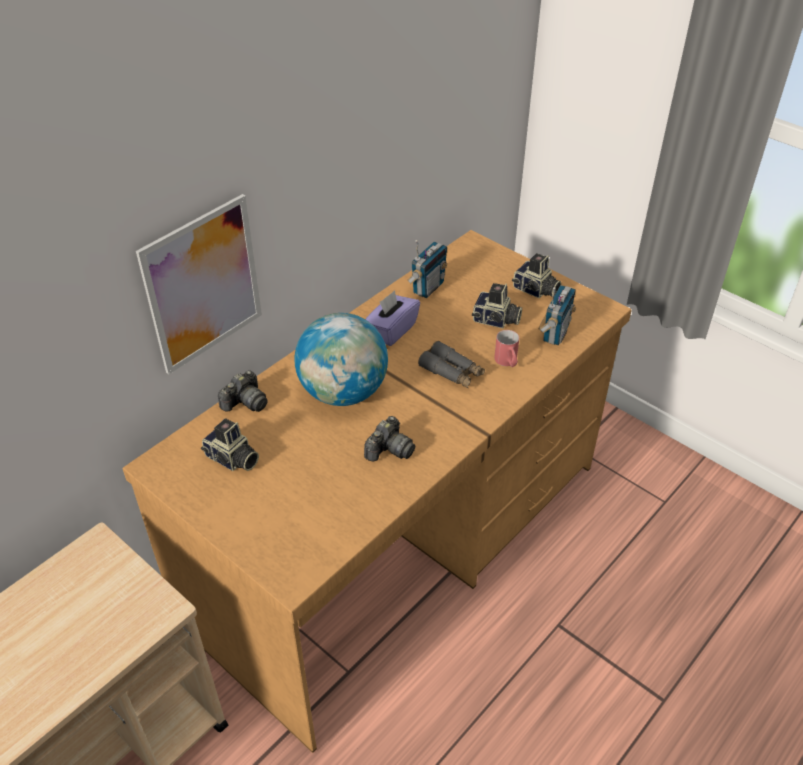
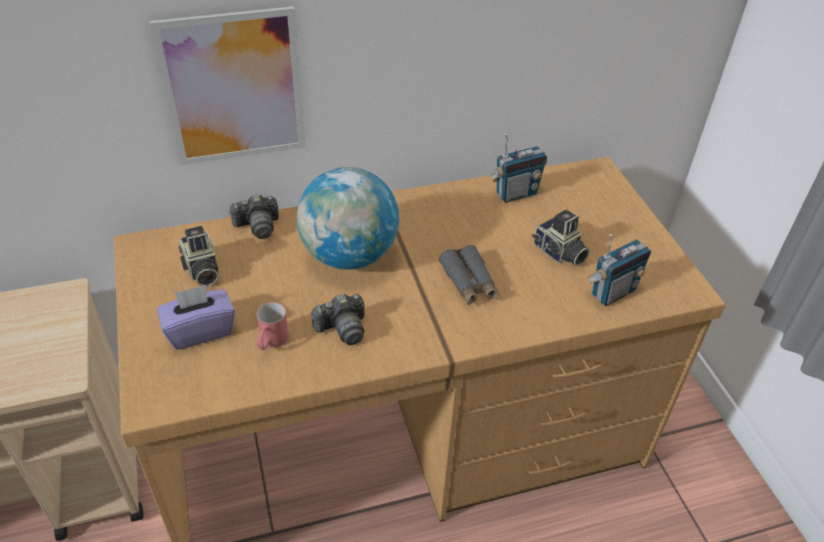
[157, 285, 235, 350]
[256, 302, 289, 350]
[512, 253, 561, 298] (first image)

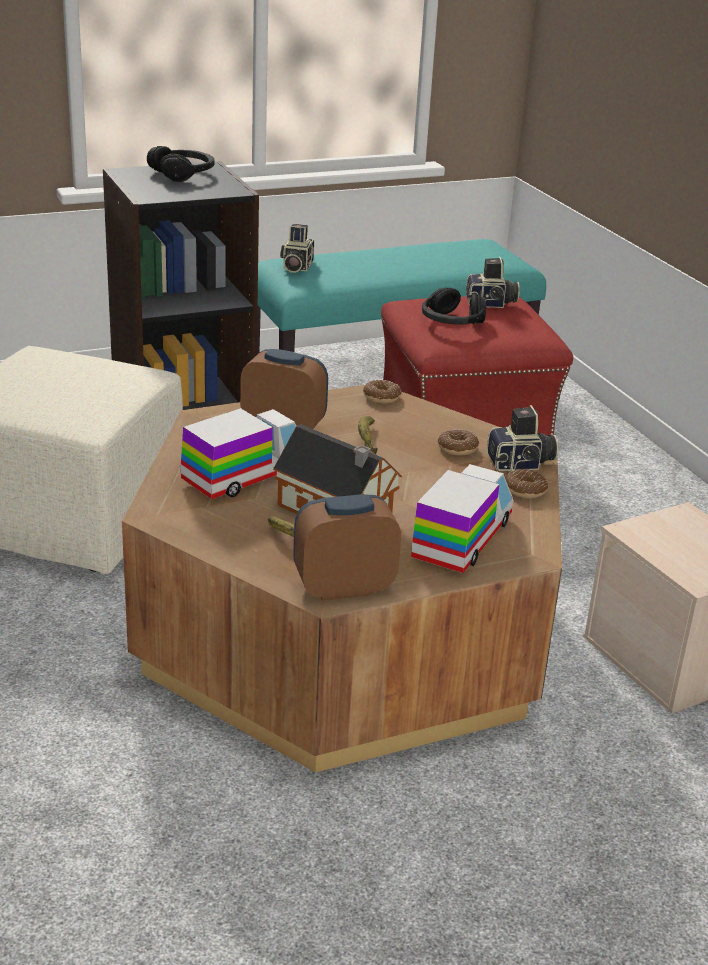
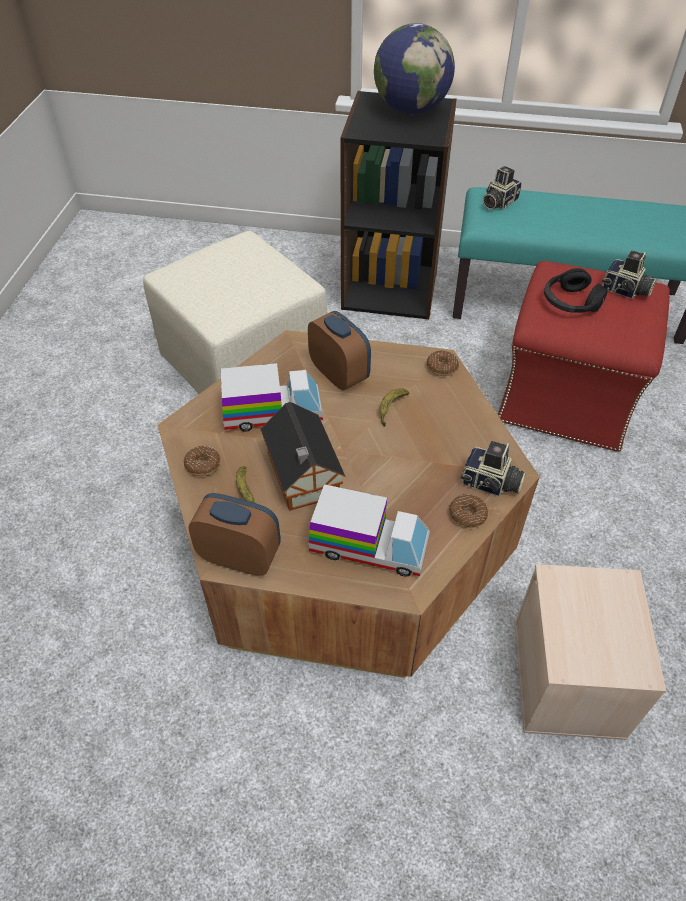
[374, 23, 455, 114]
[308, 484, 430, 577]
[184, 446, 220, 476]

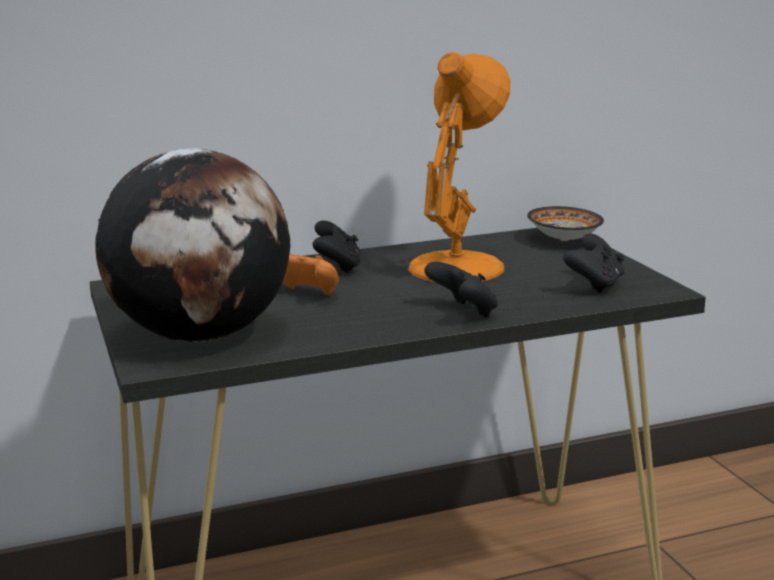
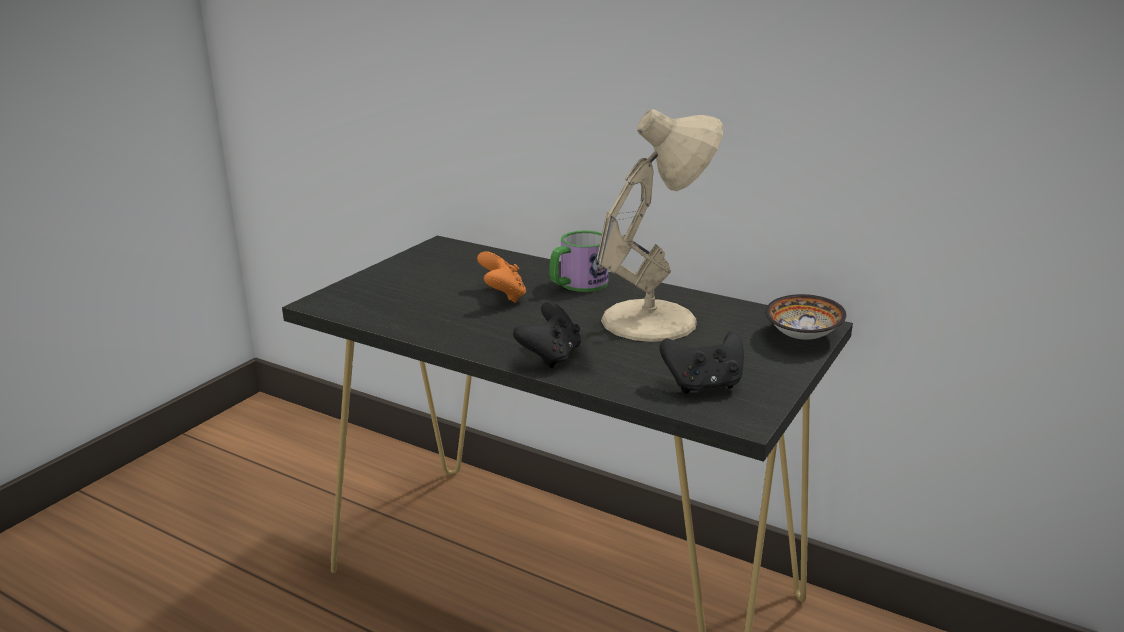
[95, 149, 291, 342] (first image)
[549, 231, 608, 292]
[597, 109, 723, 342]

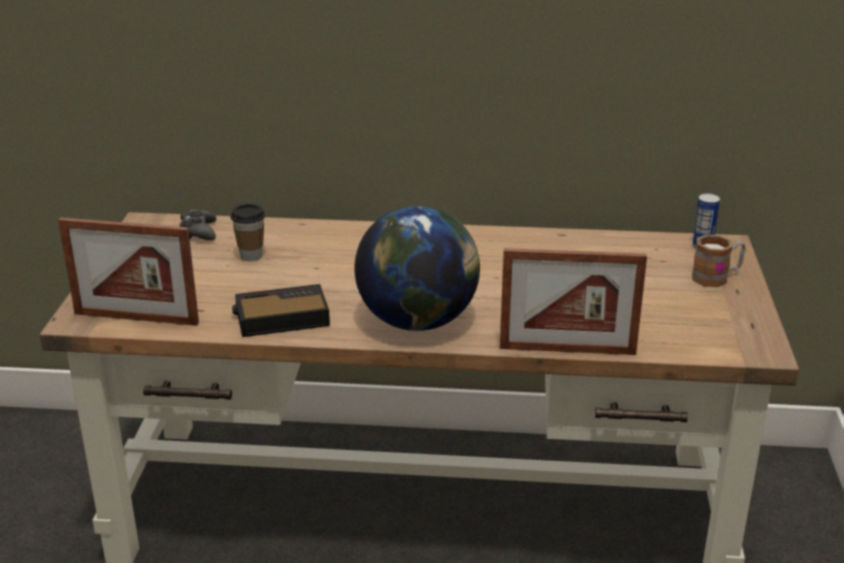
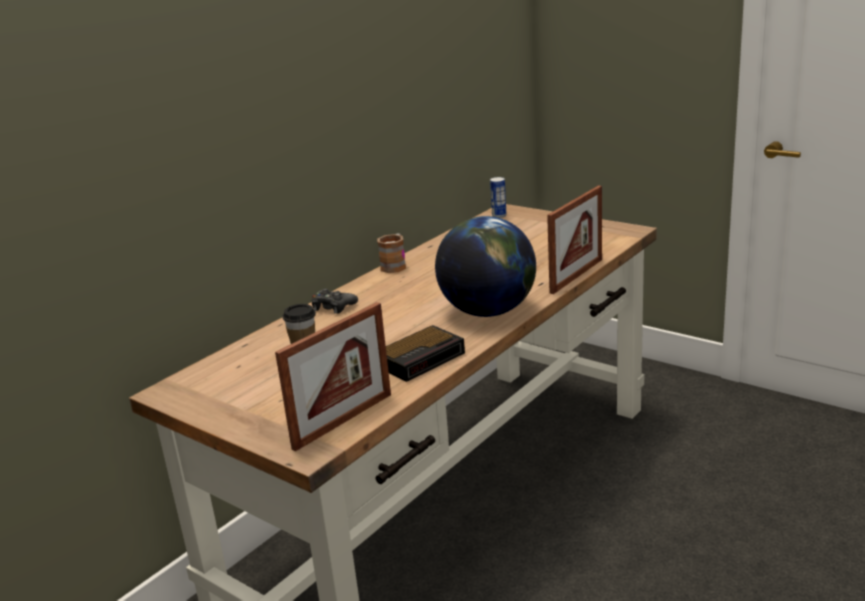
[312, 289, 358, 314]
[386, 325, 465, 382]
[377, 234, 406, 273]

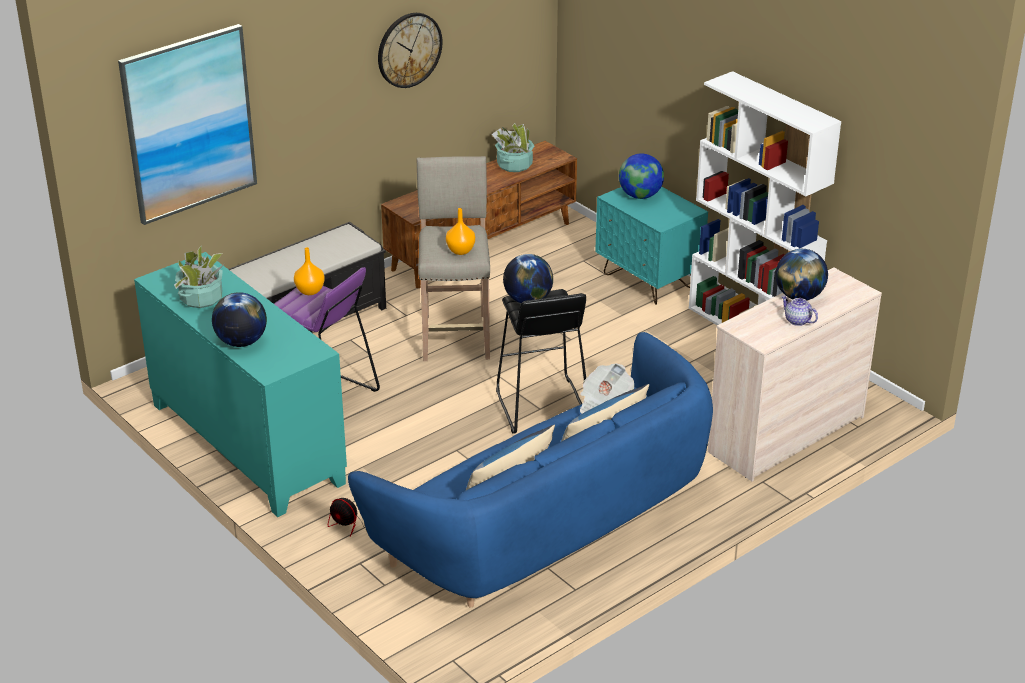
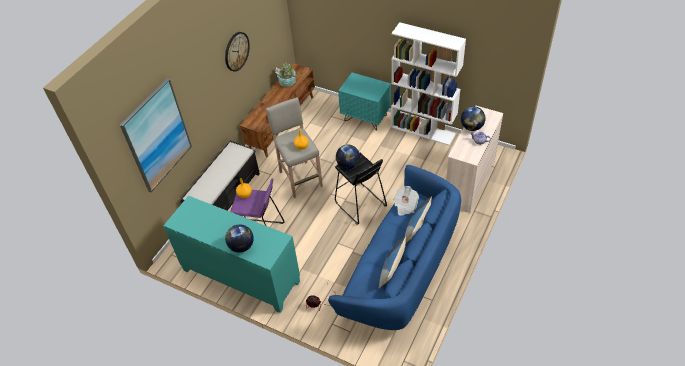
[174, 246, 225, 308] (first image)
[619, 154, 664, 199] (first image)

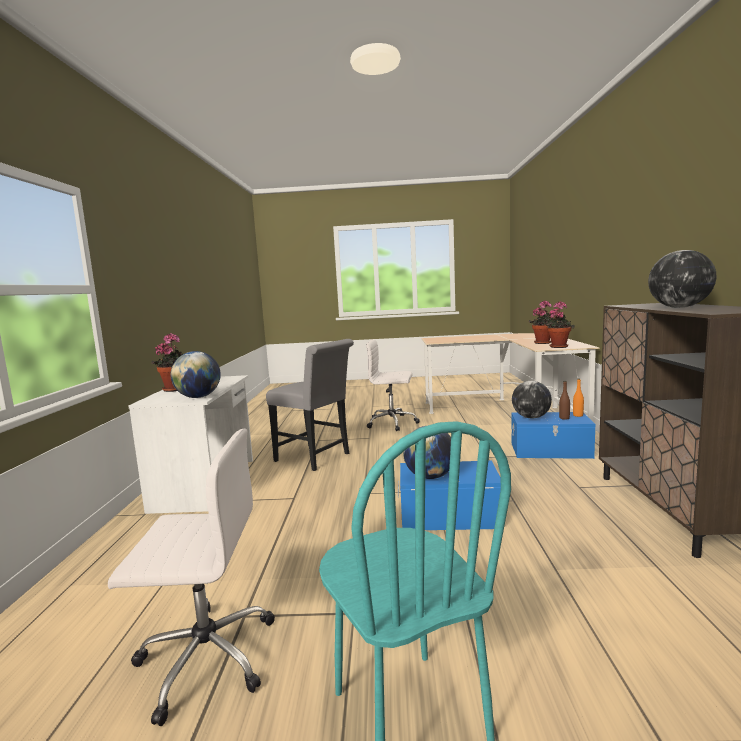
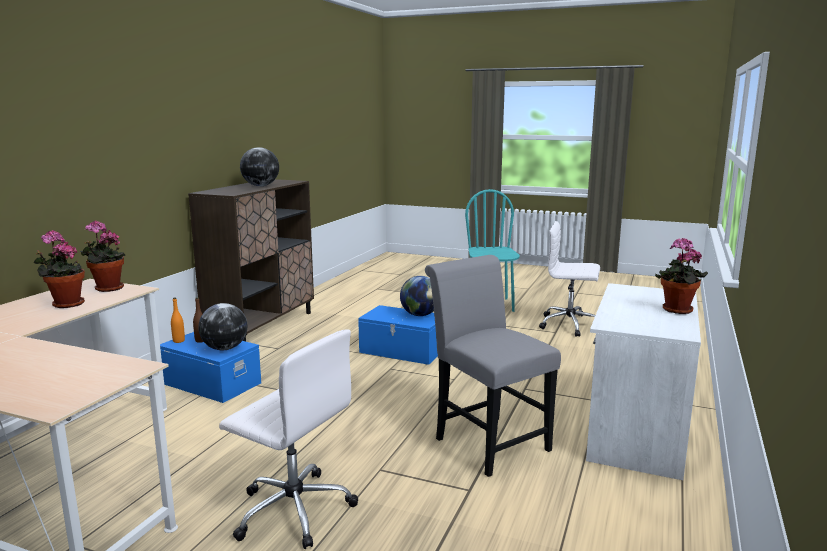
[171, 351, 221, 398] (first image)

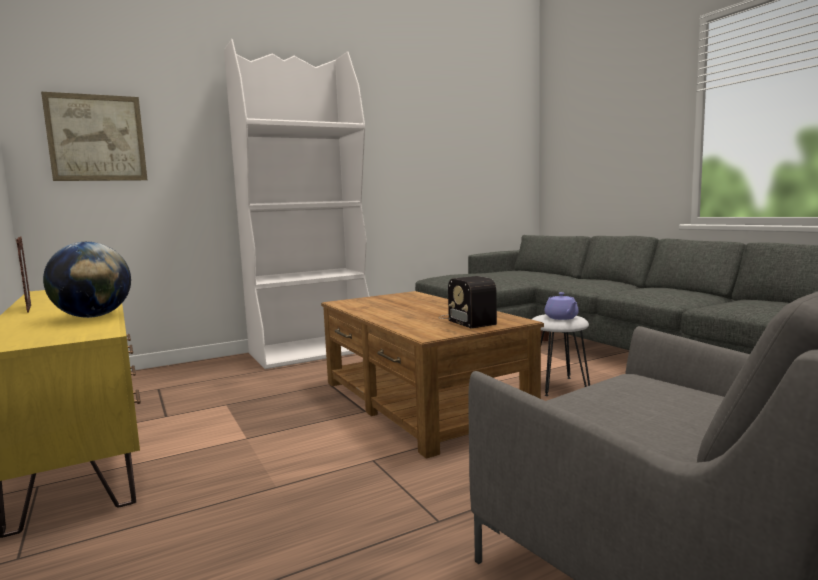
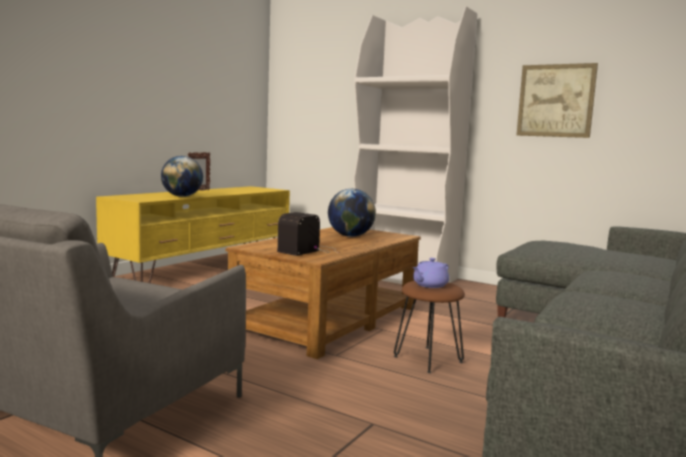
[517, 63, 598, 138]
[394, 281, 465, 373]
[328, 189, 376, 237]

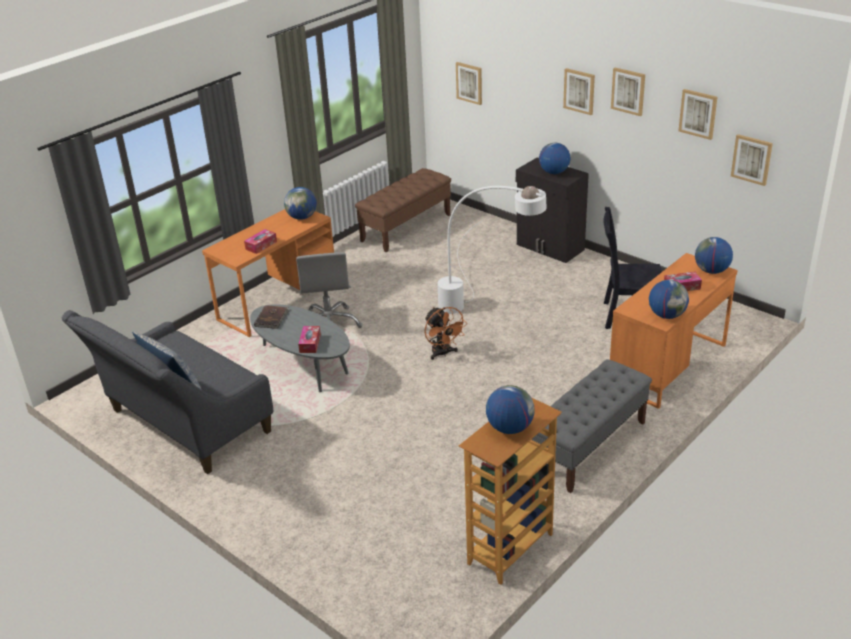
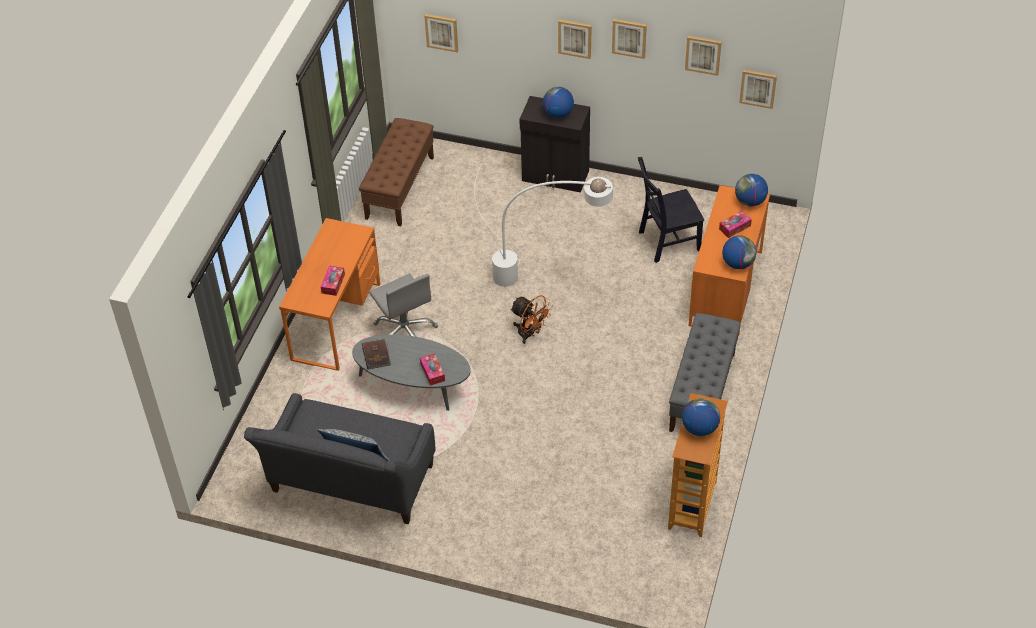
[284, 187, 317, 220] (first image)

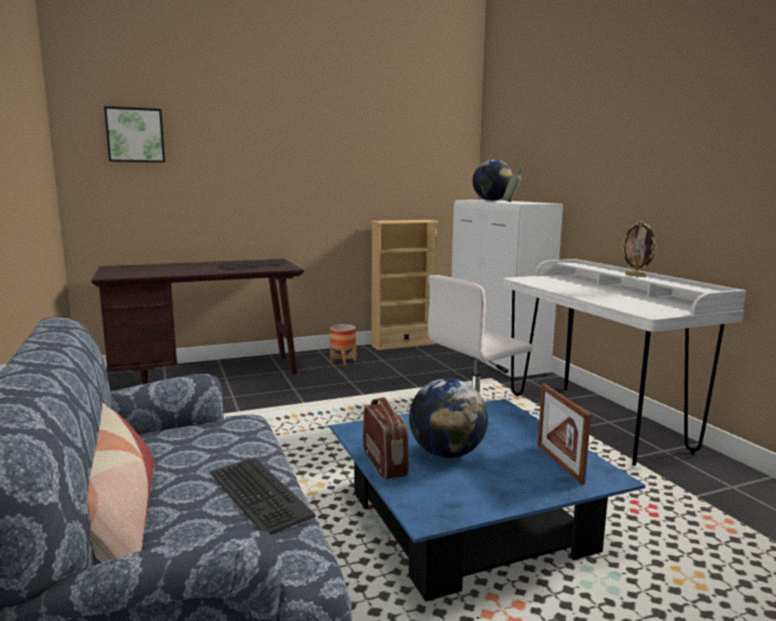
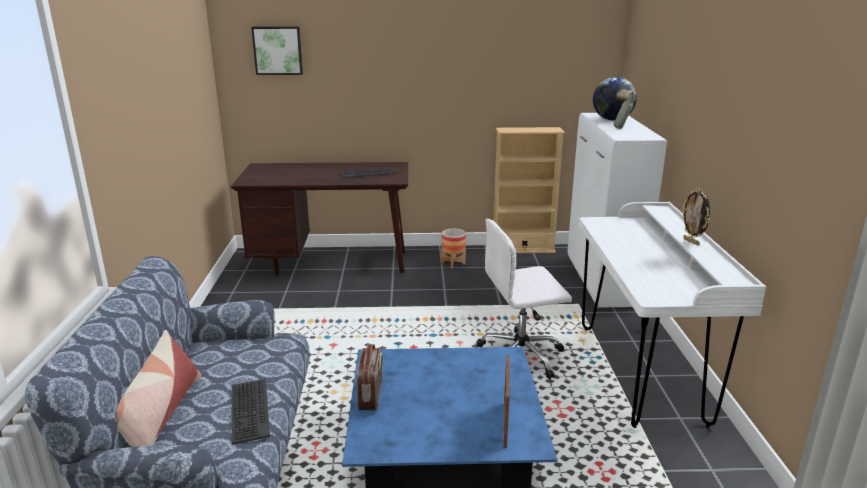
[409, 378, 488, 458] (first image)

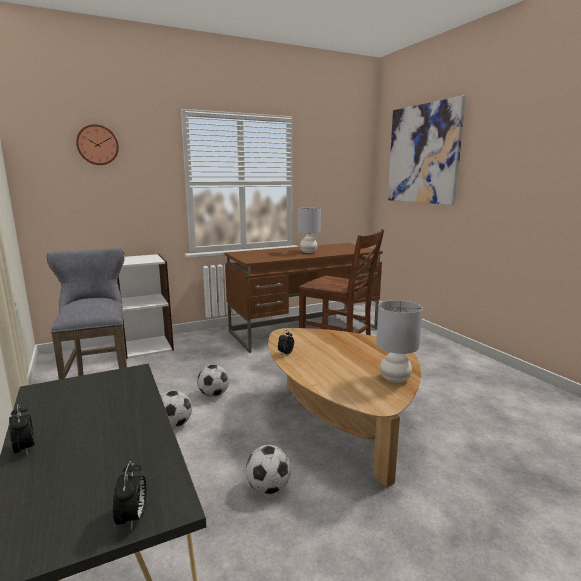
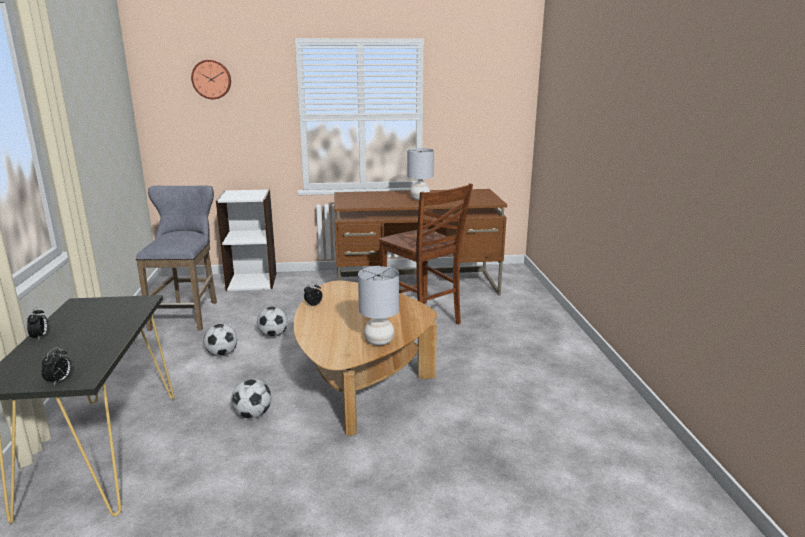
[388, 96, 466, 205] (first image)

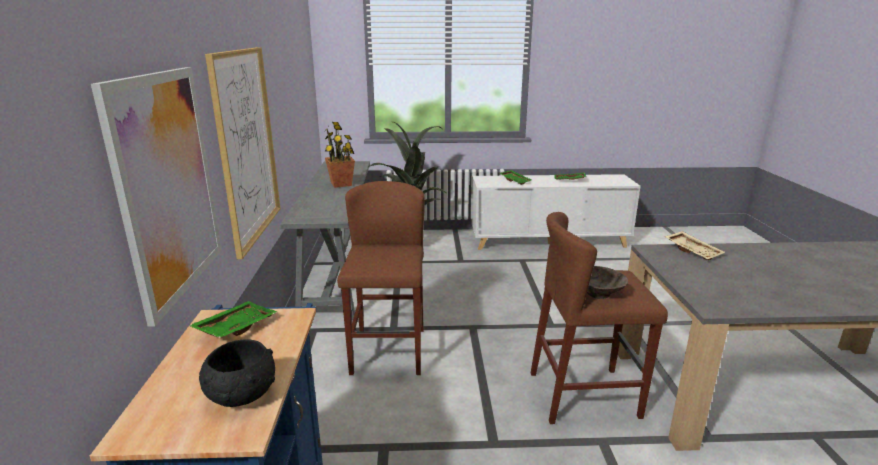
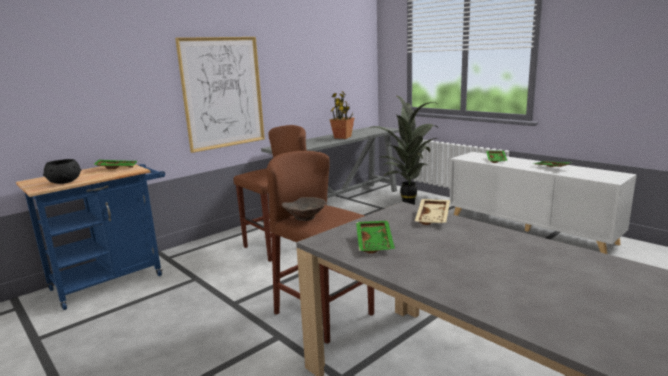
[91, 67, 222, 327] (first image)
[356, 220, 395, 253]

